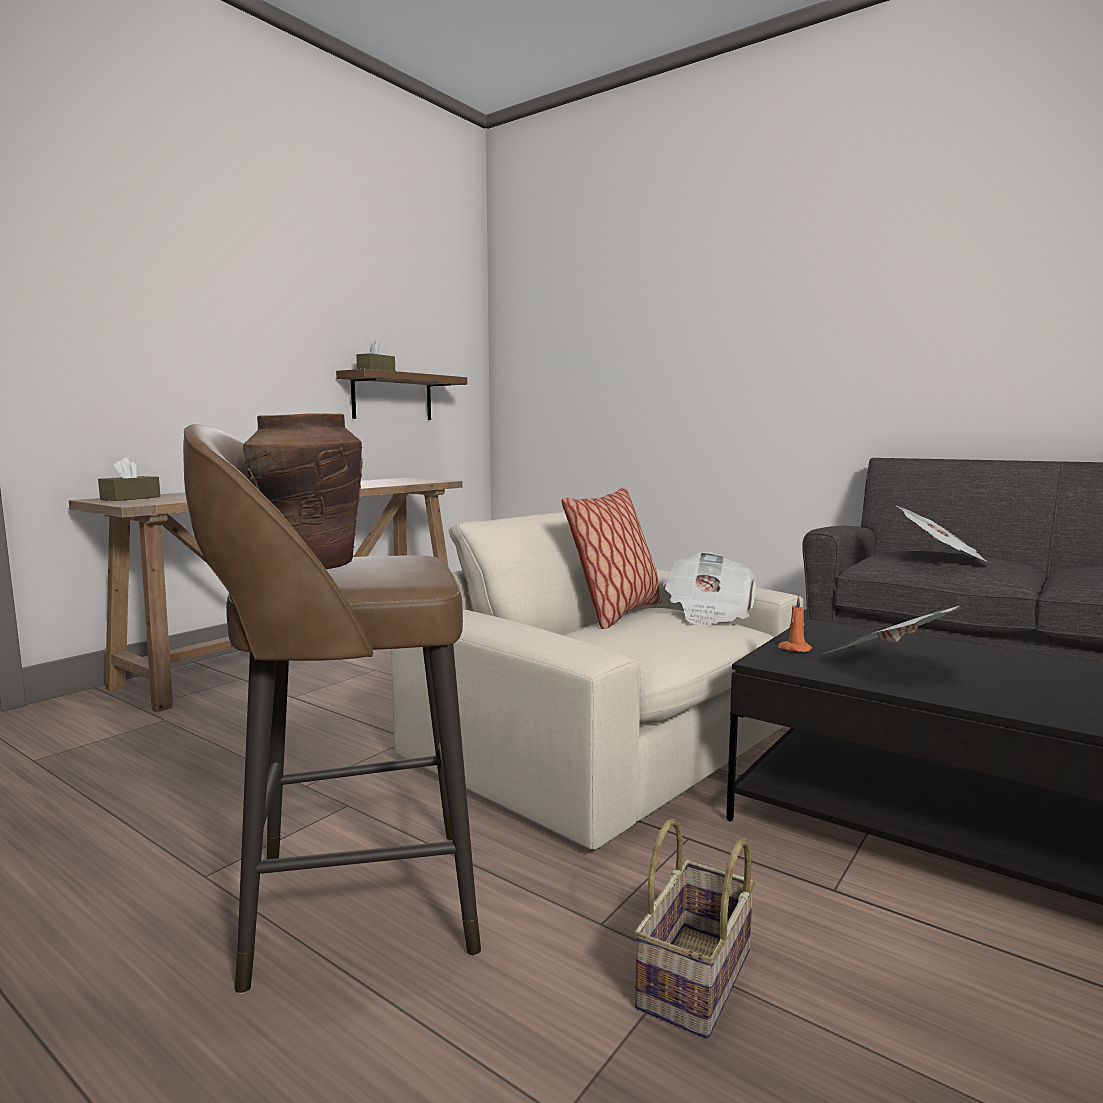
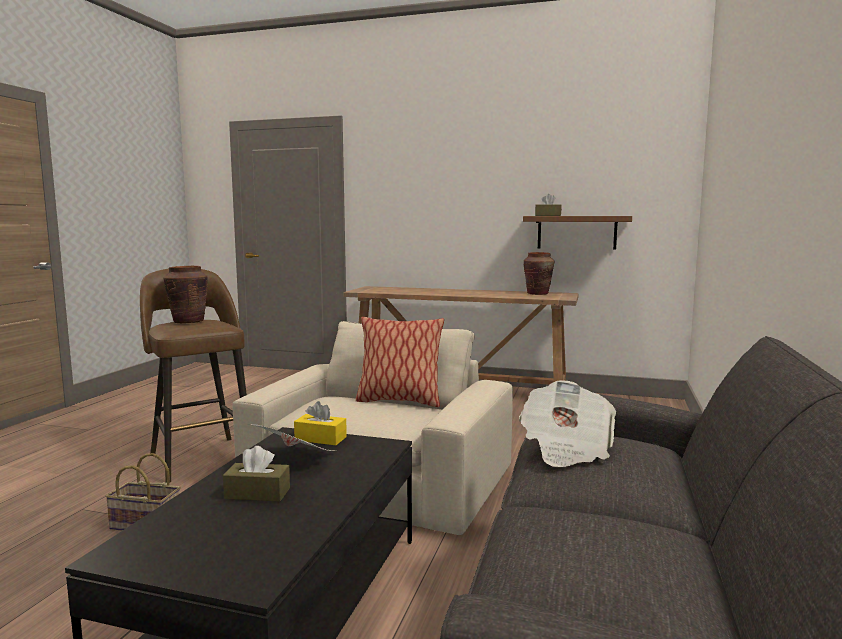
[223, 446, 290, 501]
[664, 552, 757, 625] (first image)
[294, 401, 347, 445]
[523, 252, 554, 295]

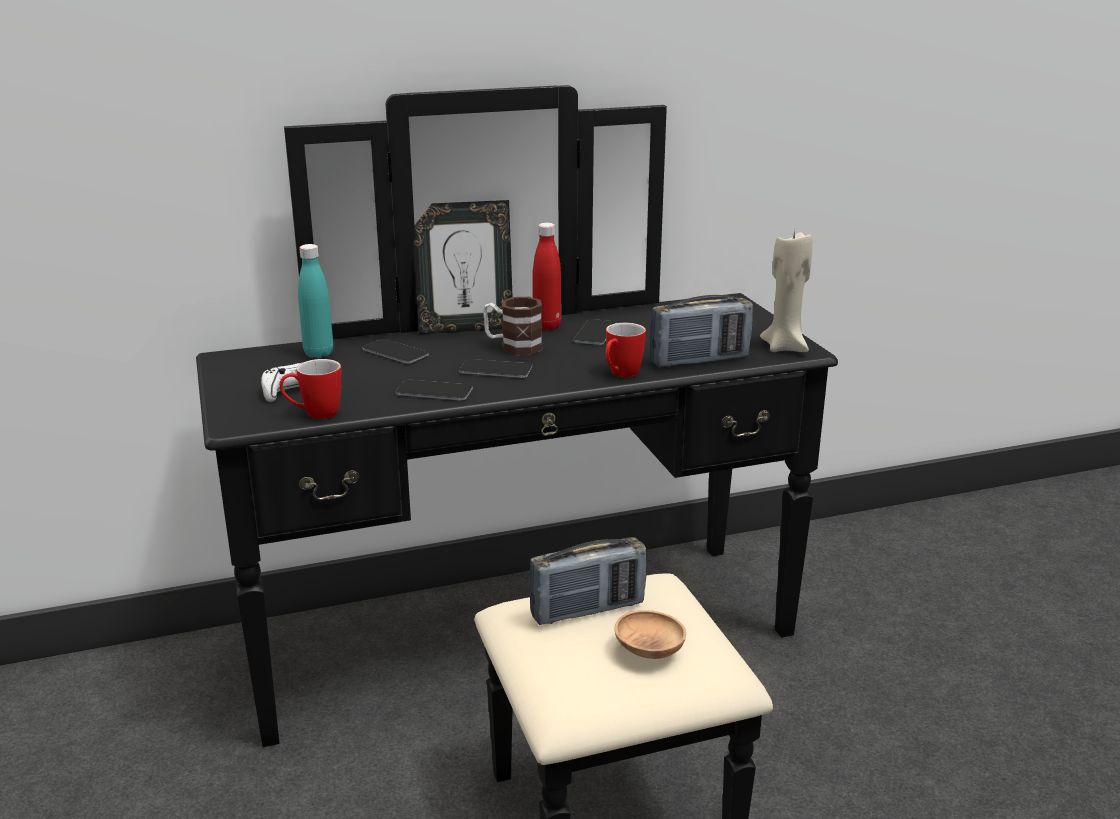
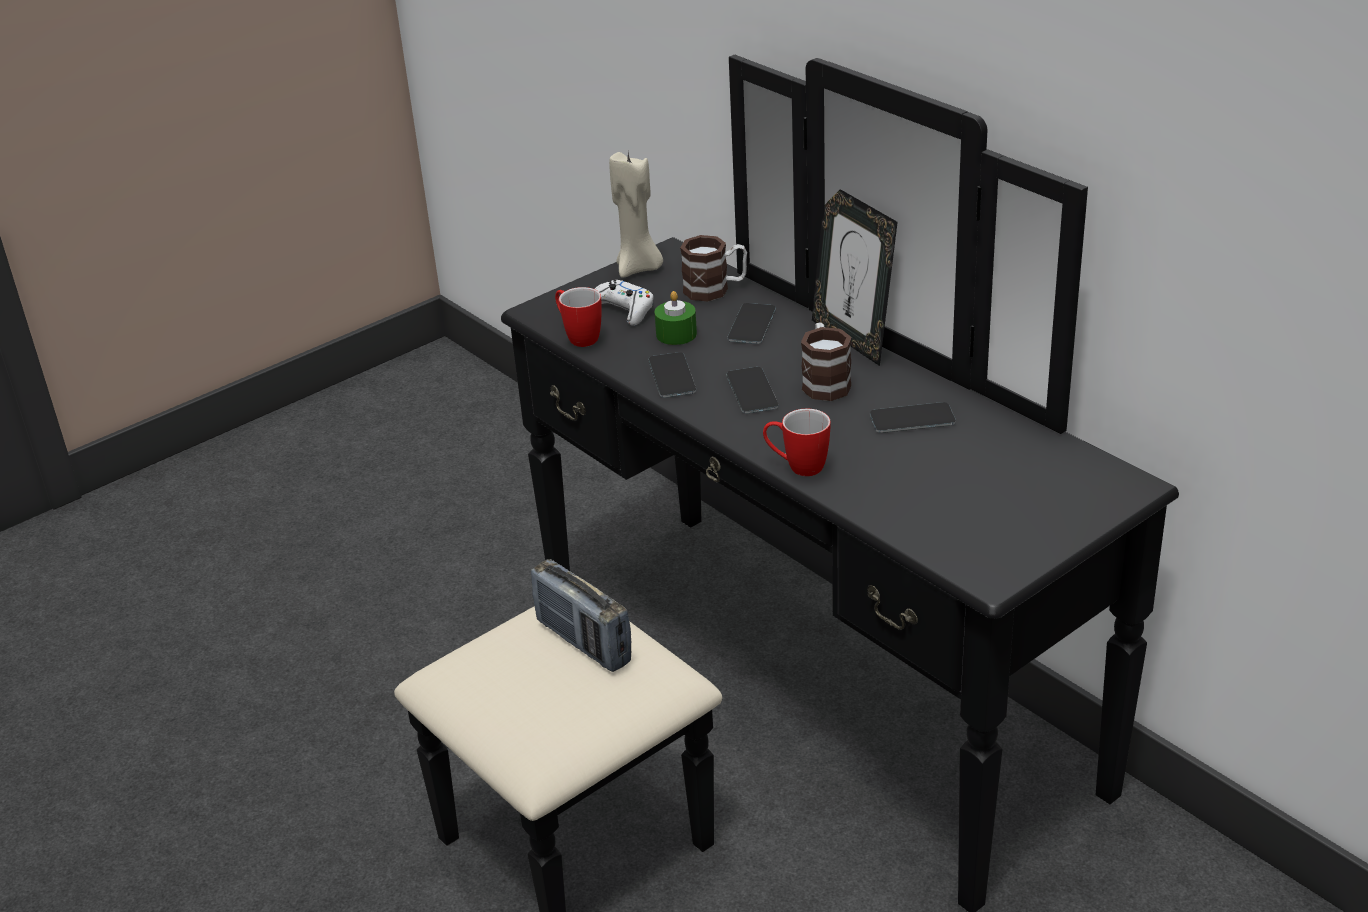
[680, 235, 747, 302]
[533, 223, 561, 330] (first image)
[615, 610, 686, 659] (first image)
[650, 295, 753, 367] (first image)
[609, 152, 663, 278]
[655, 291, 697, 345]

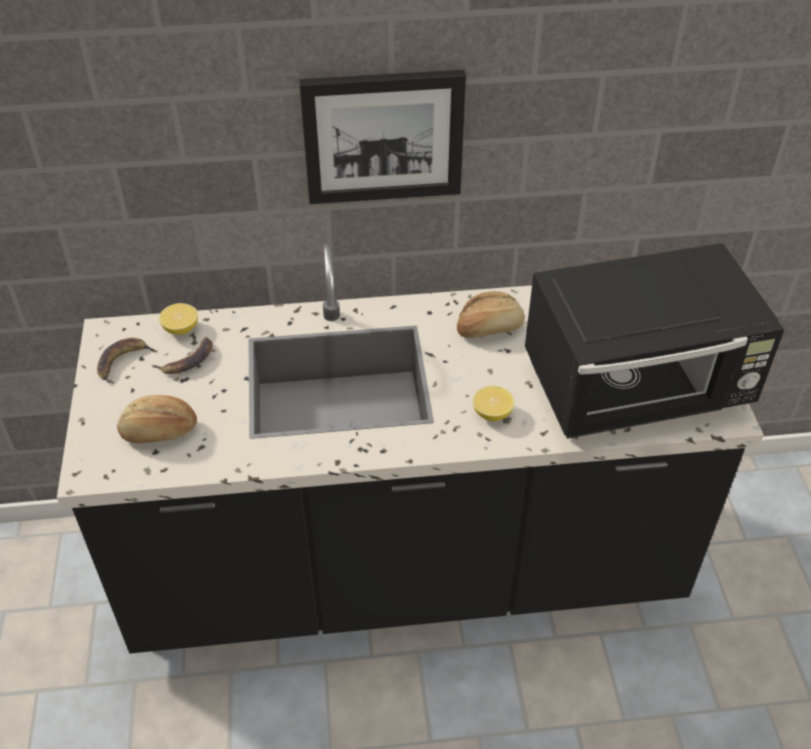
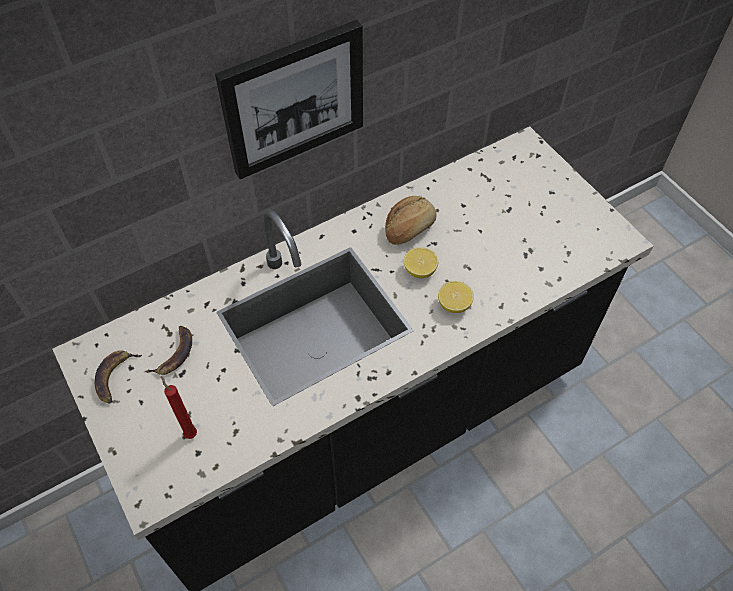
[161, 376, 197, 439]
[404, 247, 438, 278]
[525, 243, 785, 439] (first image)

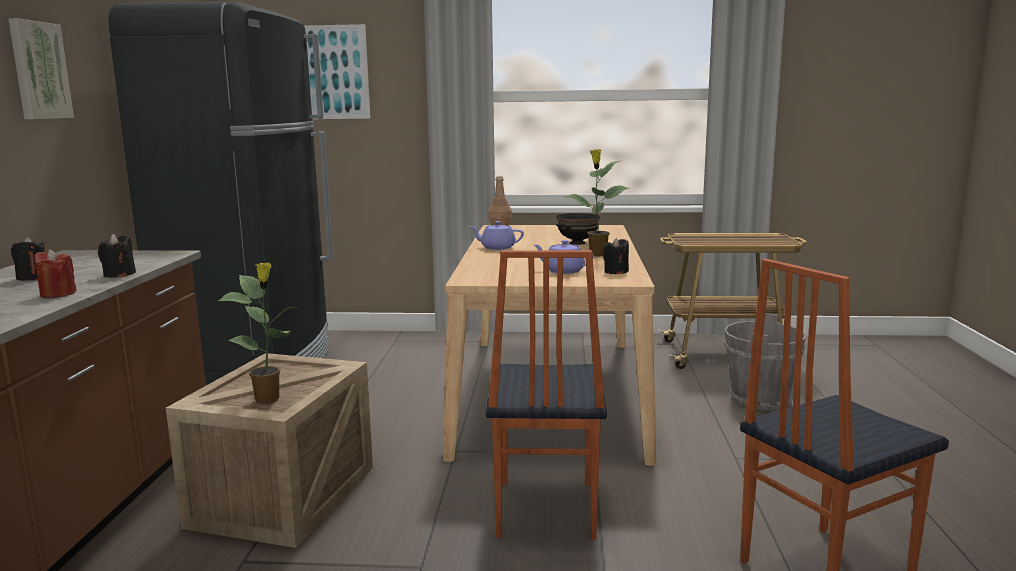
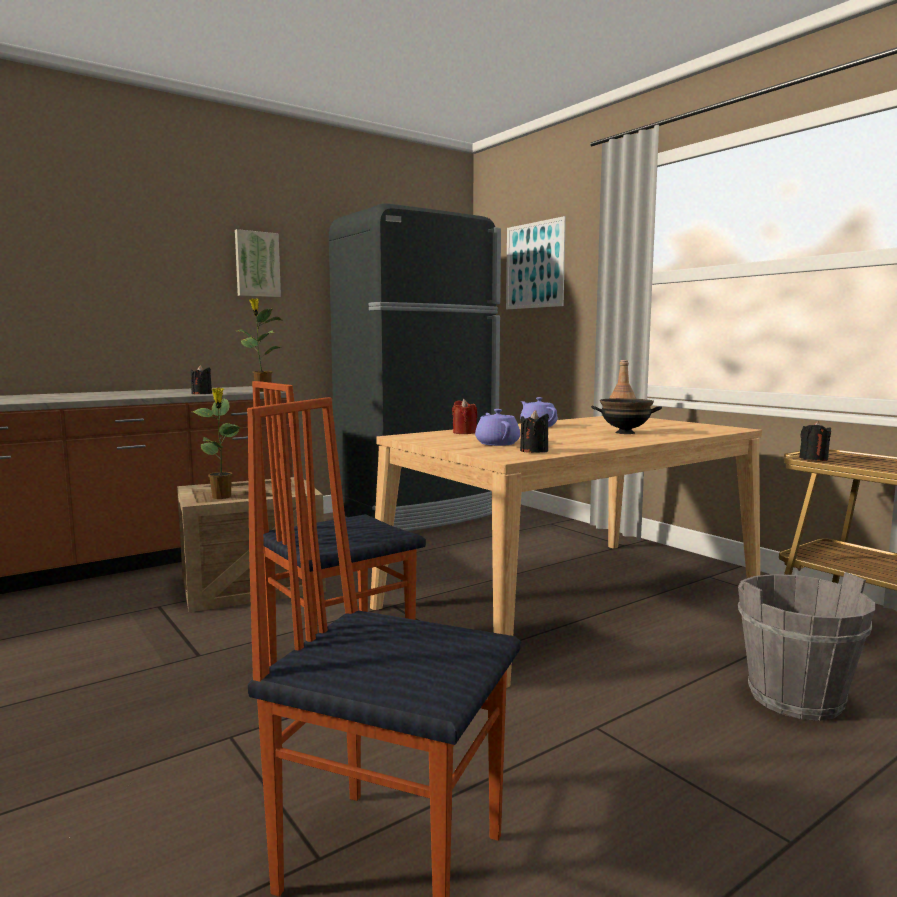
[799, 421, 831, 461]
[452, 399, 477, 434]
[237, 298, 282, 392]

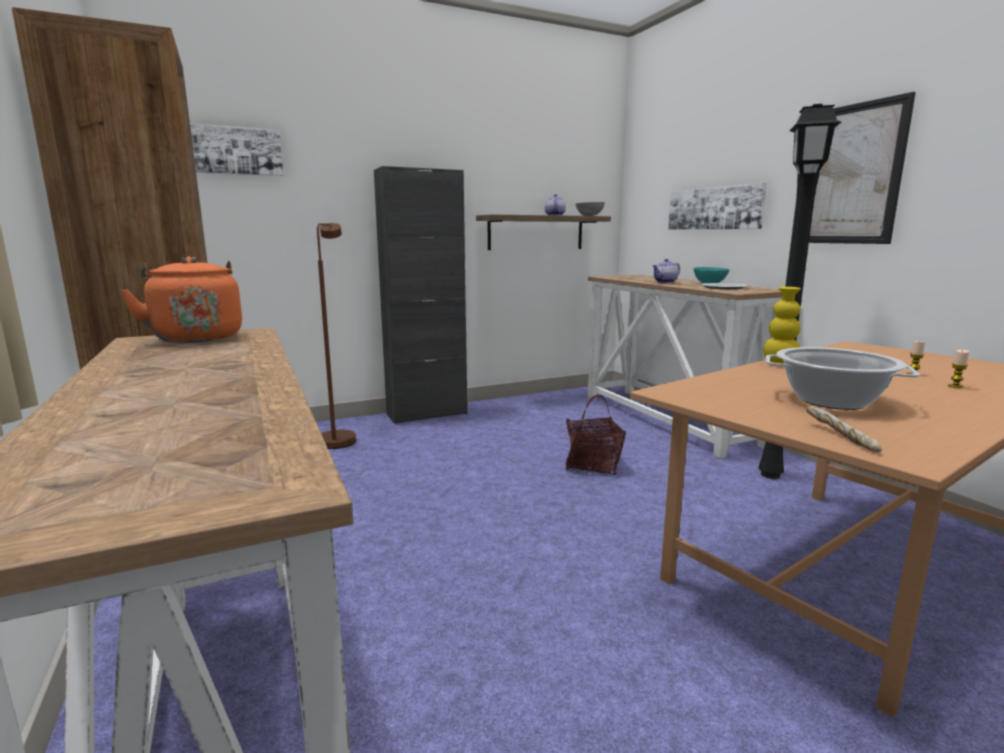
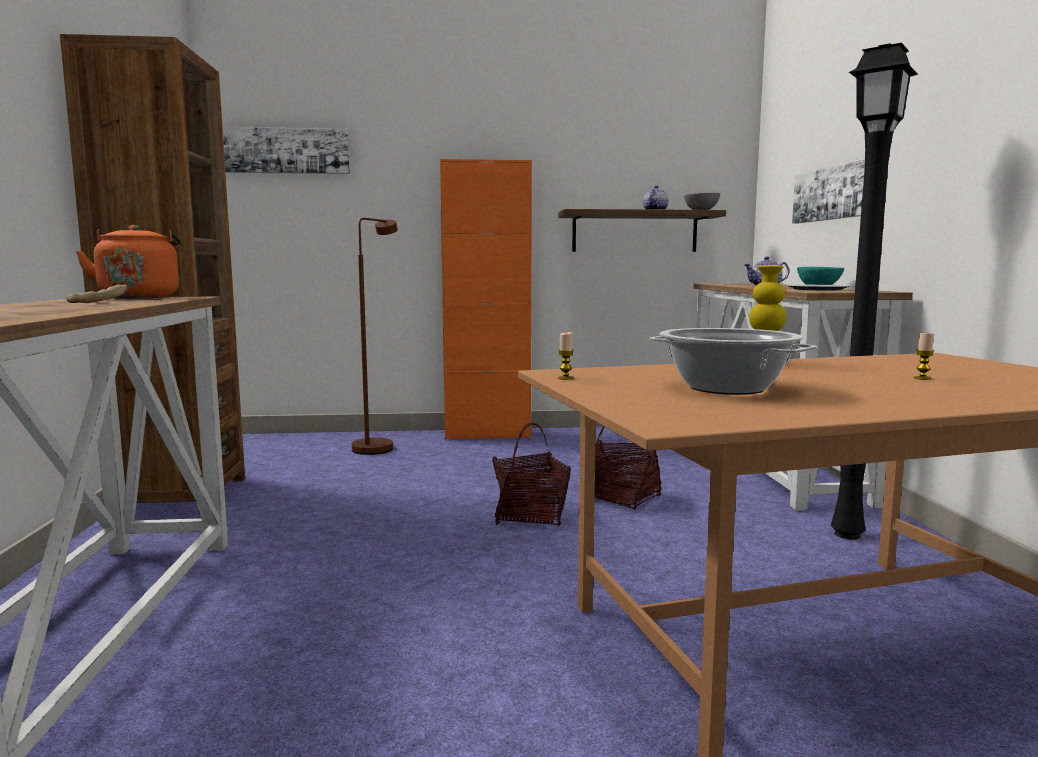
[440, 159, 532, 440]
[66, 284, 128, 303]
[809, 92, 916, 244] (first image)
[558, 332, 574, 380]
[492, 422, 571, 526]

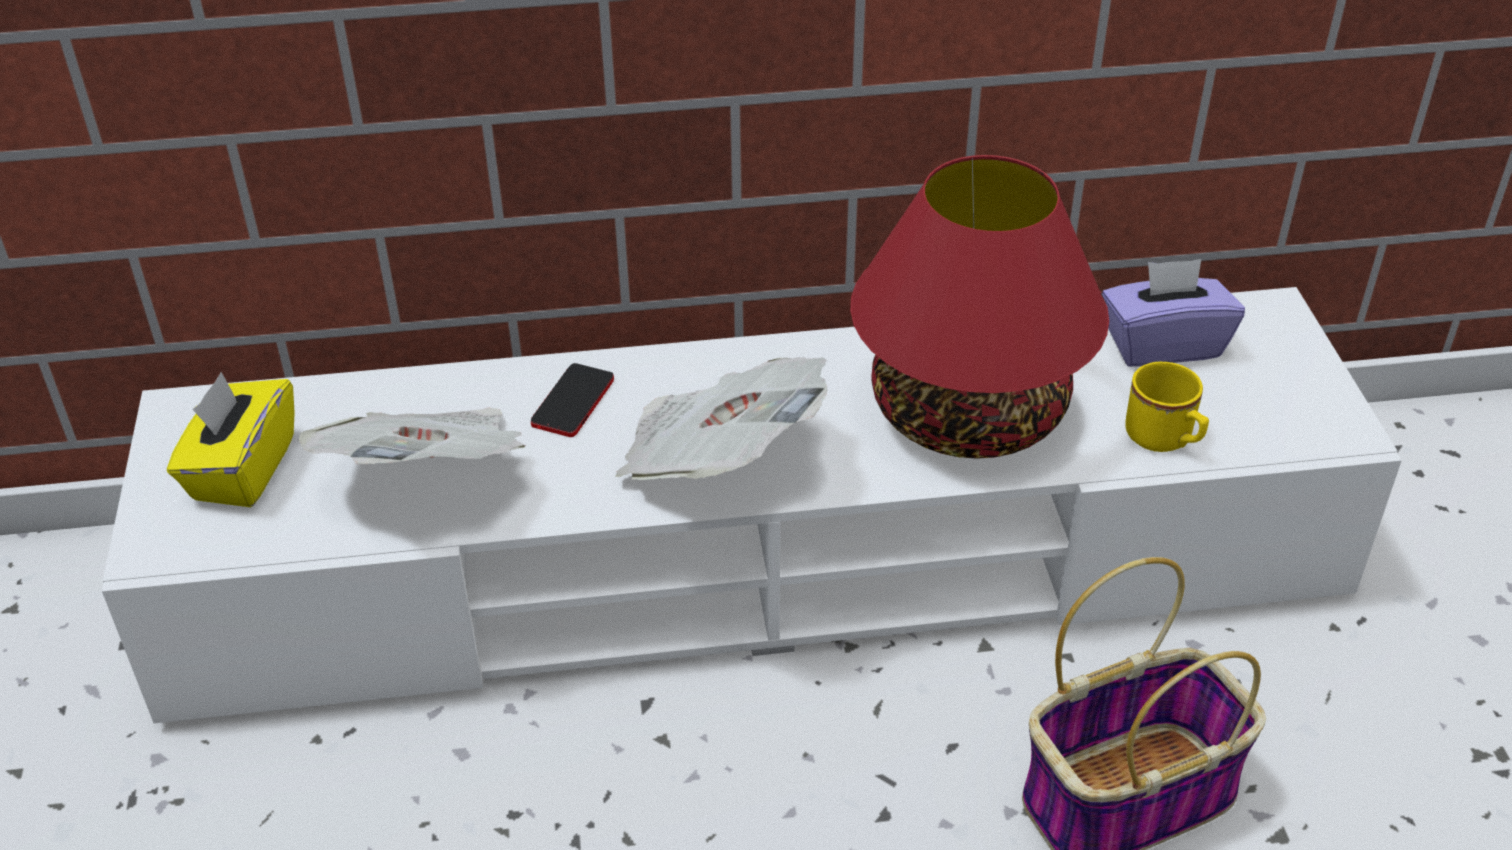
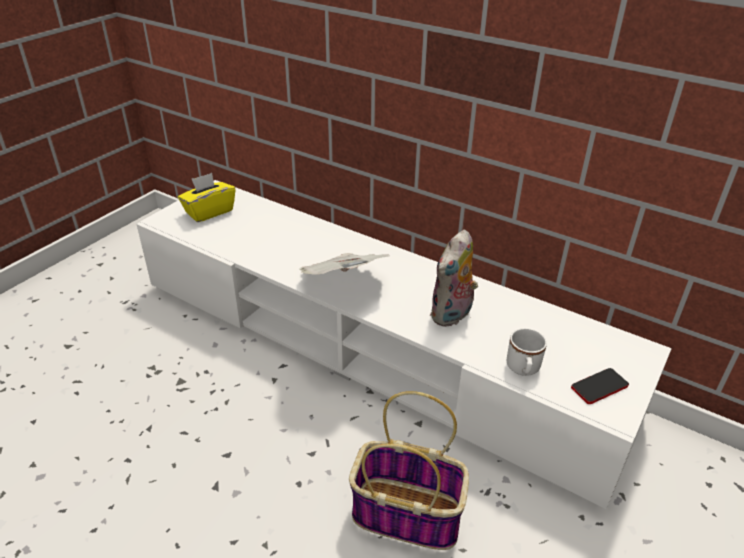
[299, 408, 525, 464] (first image)
[571, 368, 629, 404]
[430, 230, 478, 327]
[1102, 259, 1245, 367] (first image)
[507, 328, 547, 376]

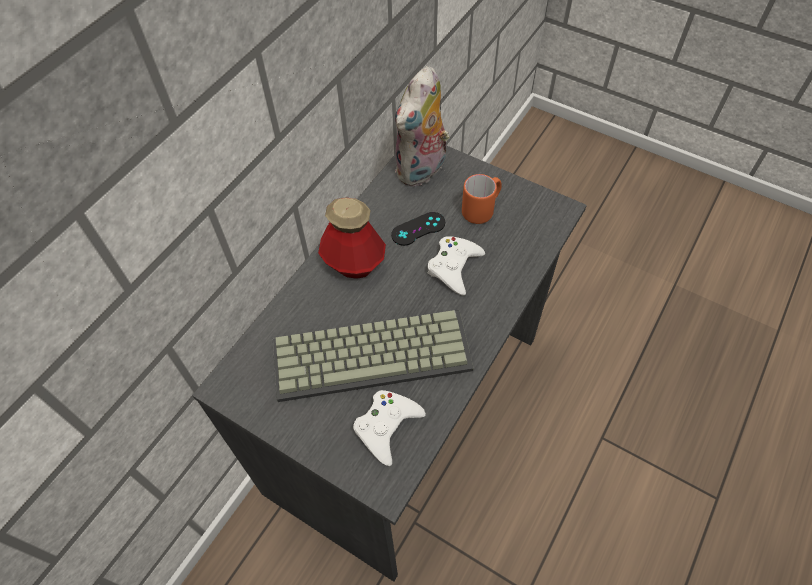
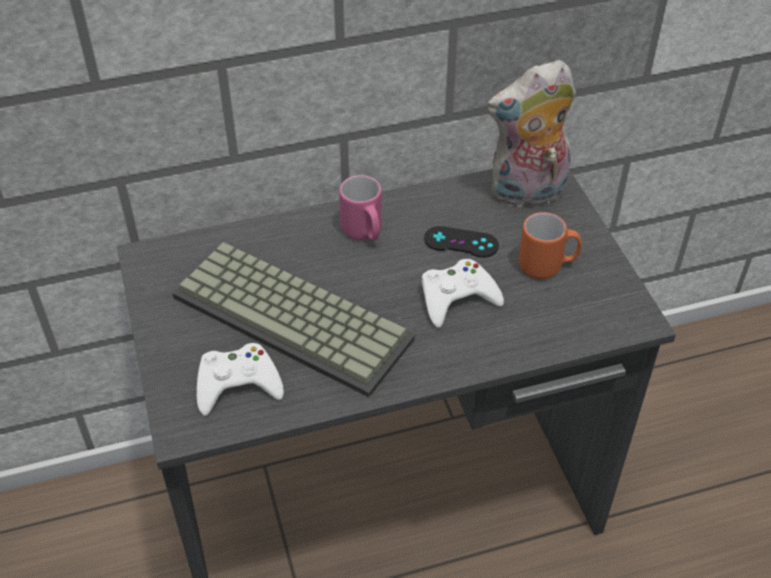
[339, 175, 382, 241]

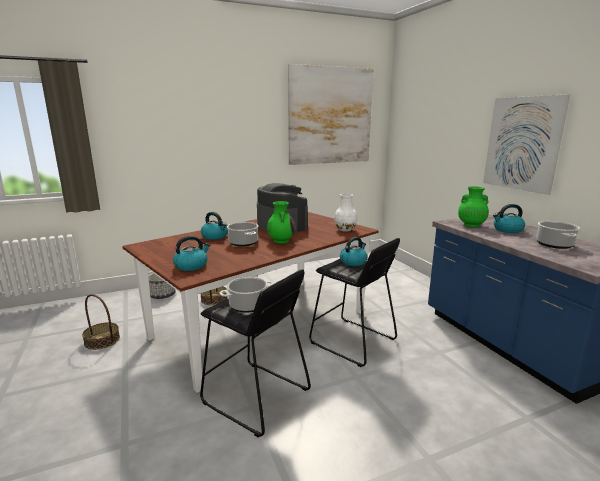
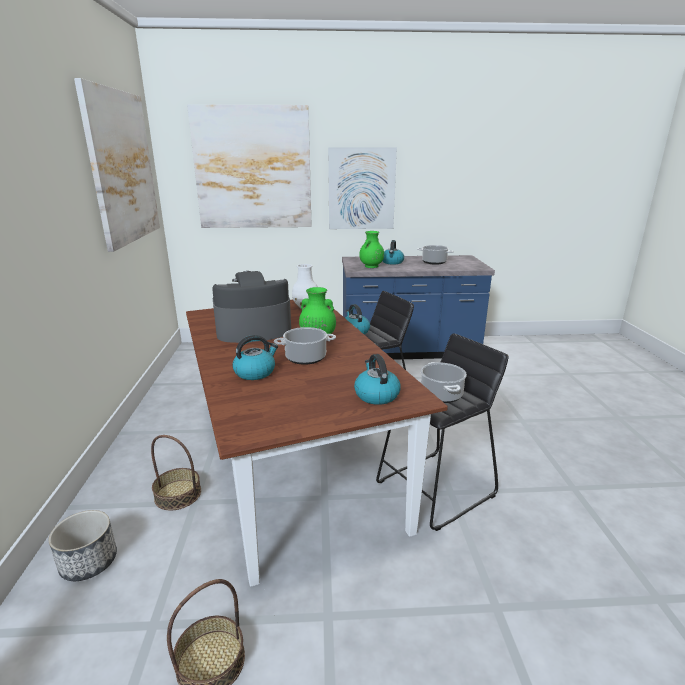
[187, 104, 312, 228]

